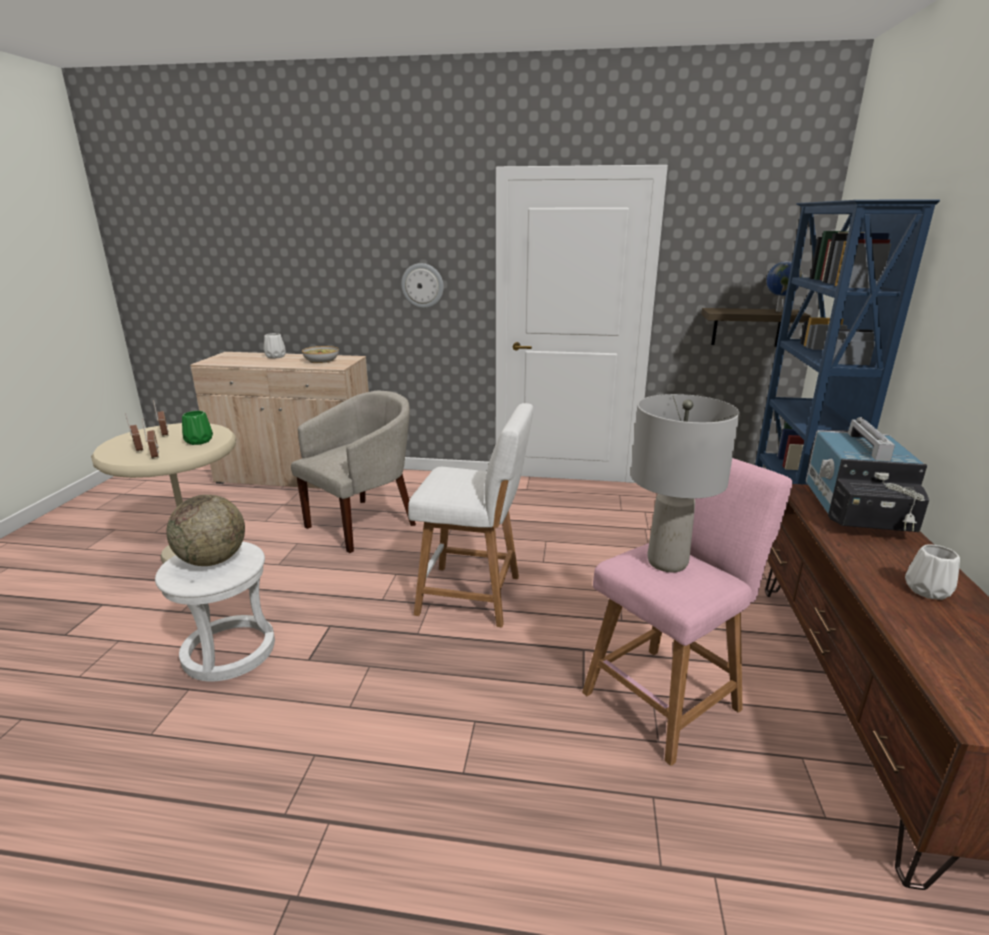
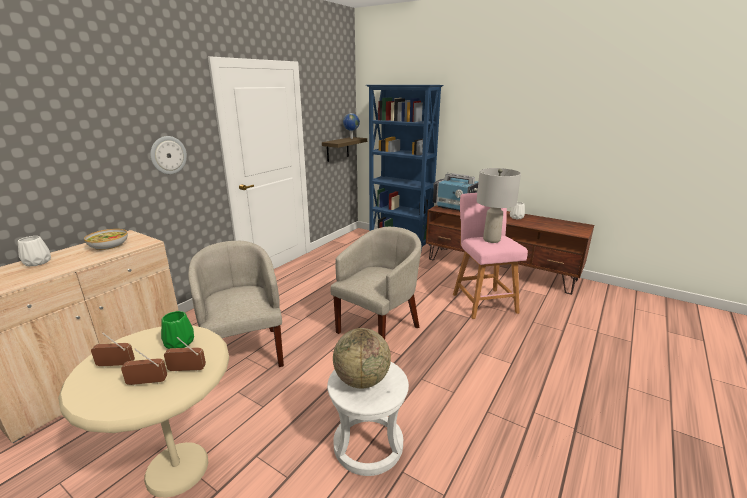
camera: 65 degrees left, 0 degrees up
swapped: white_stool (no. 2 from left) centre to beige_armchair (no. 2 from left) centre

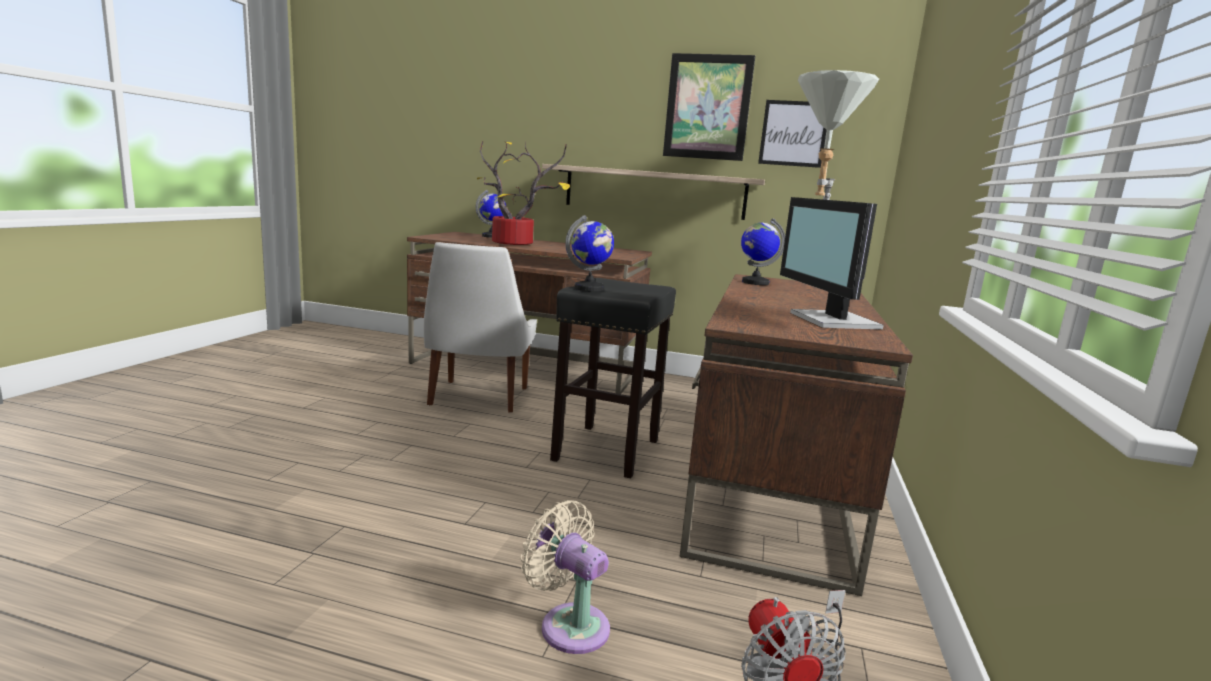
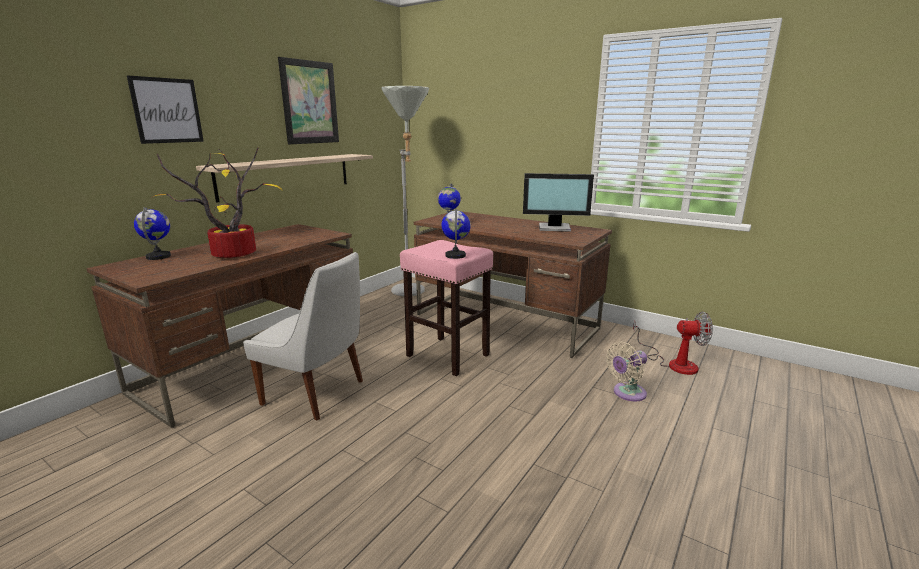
camera: 70 degrees left, 5 degrees up
shifted: picture (no. 2 from left in the first image) top centre to picture (no. 1 from left) top left
repainted: black_stool centre to pink_stool centre

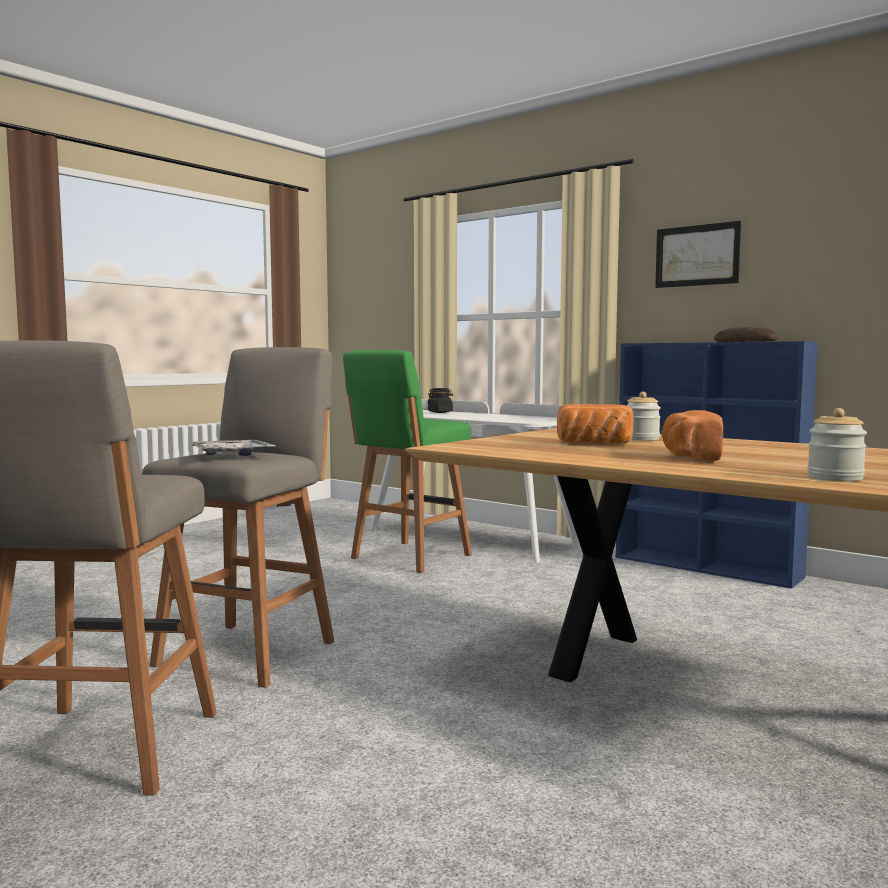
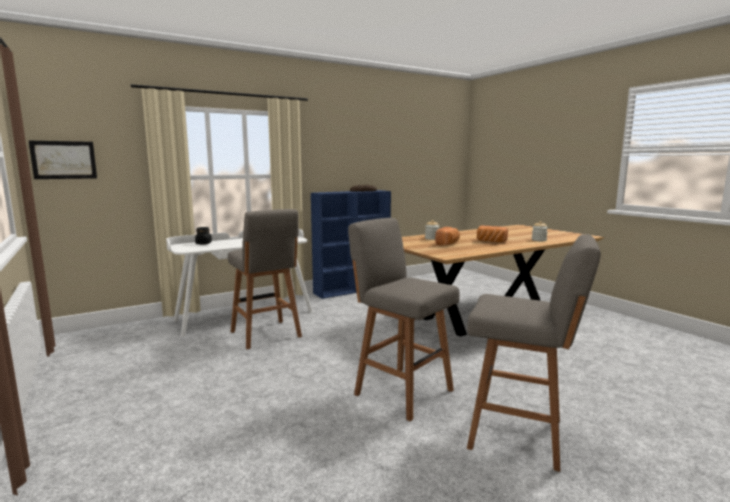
camera: 70 degrees left, 5 degrees up
gone: tray middle left
shifted: picture top right to top left
repainted: green_stool centre to grey_stool (no. 1 from left) centre

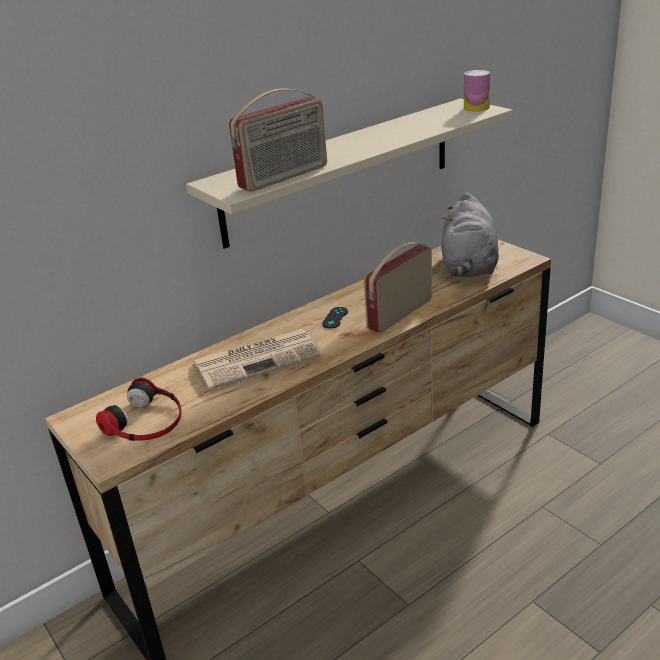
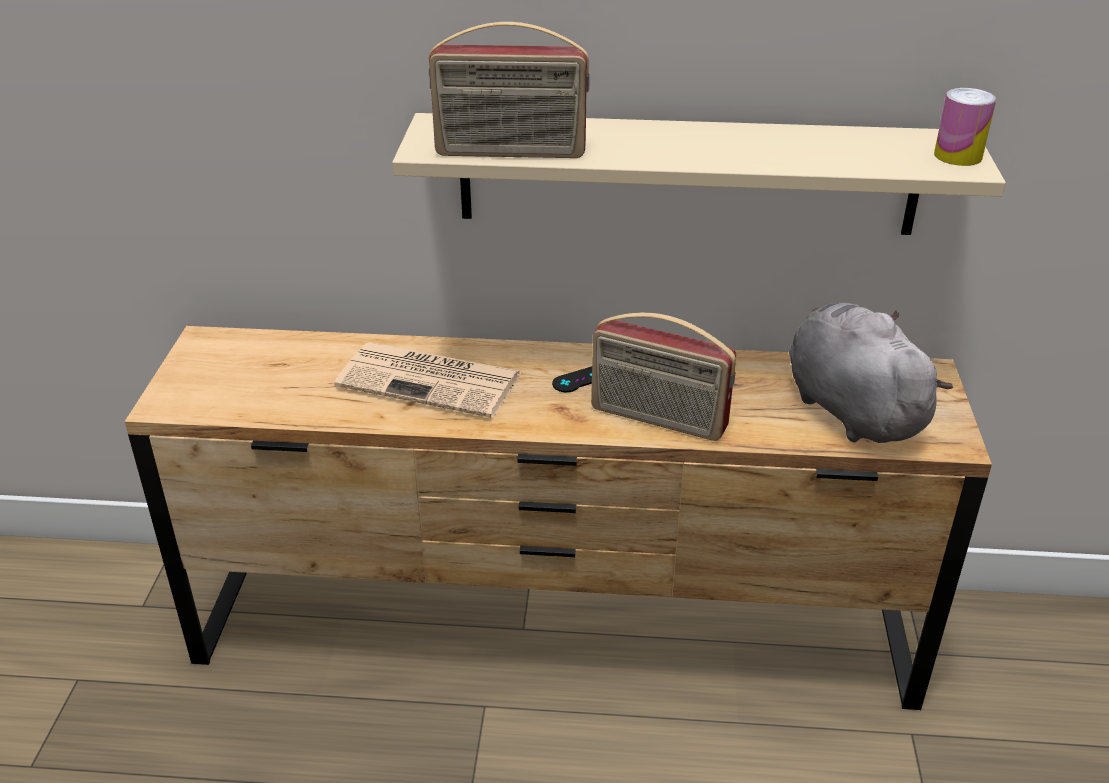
camera: 40 degrees right, 5 degrees up
gone: headphones middle left
rotated: radio (no. 2 from left) centre = centre 150 degrees counterclockwise; grey_plush_toy middle right = middle right 105 degrees clockwise

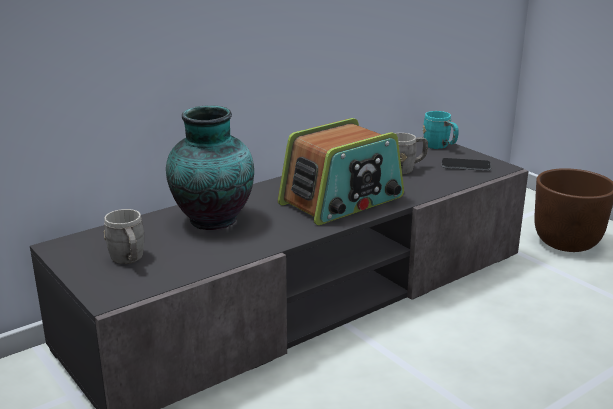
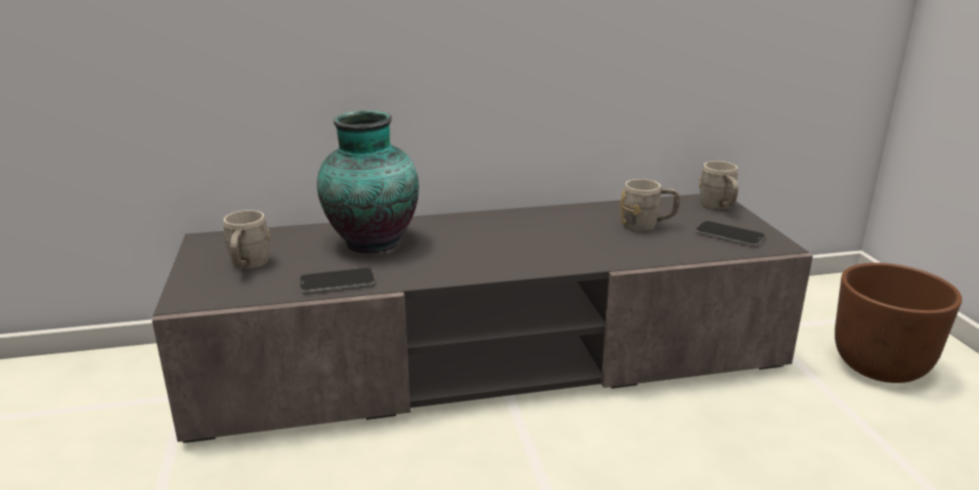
camera: 25 degrees right, 0 degrees up
gone: radio centre
new: phone (no. 1 from left) centre
repainted: turquoise_mug top right to grey_mug (no. 3 from left) middle right

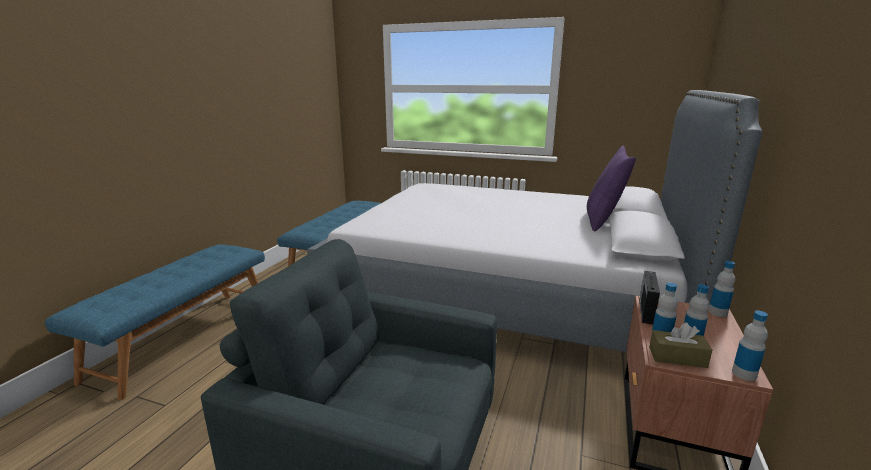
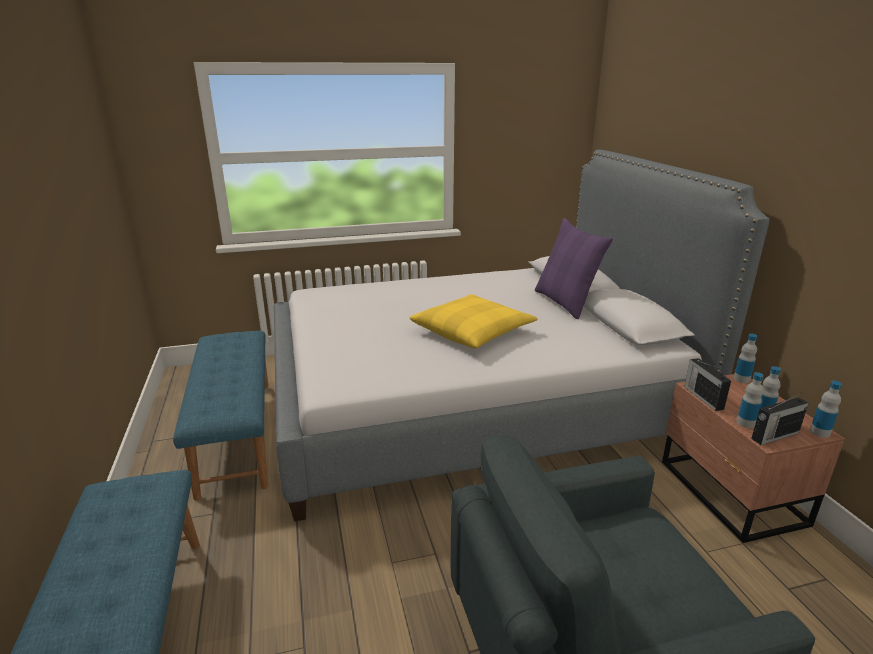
camera: 35 degrees left, 5 degrees up
new: yellow_pillow centre
swapped: brown_tissue_box bottom right to radio (no. 2 from left) middle right

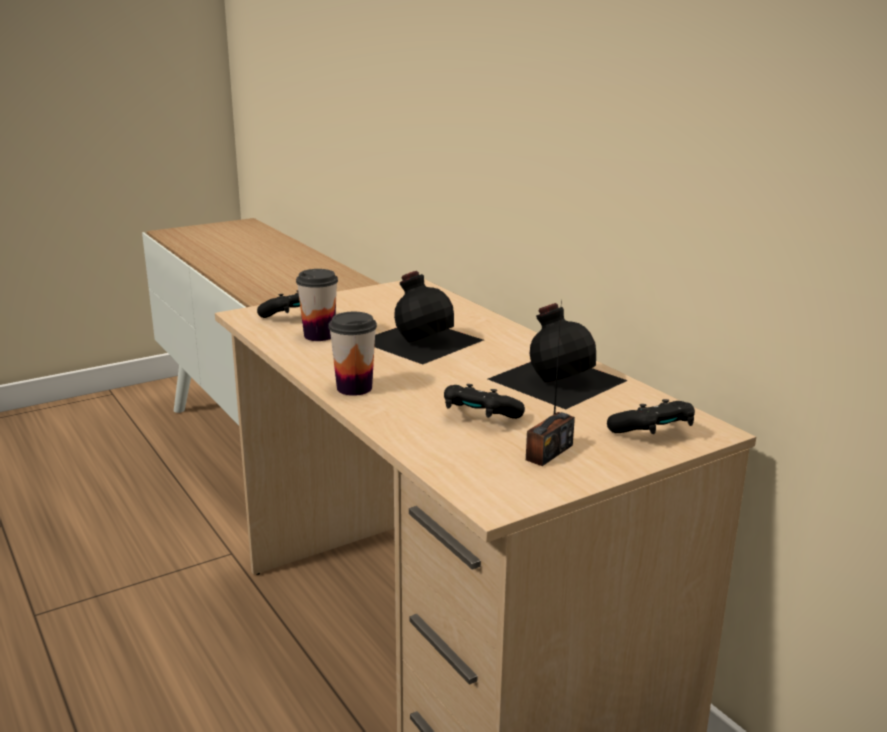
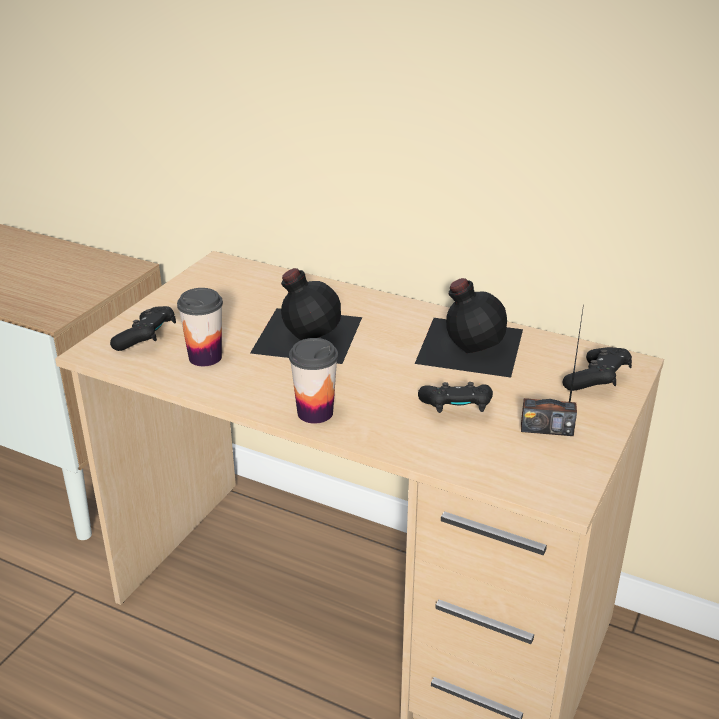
camera: 30 degrees left, 10 degrees up
rotated: radio centre = middle right 90 degrees clockwise

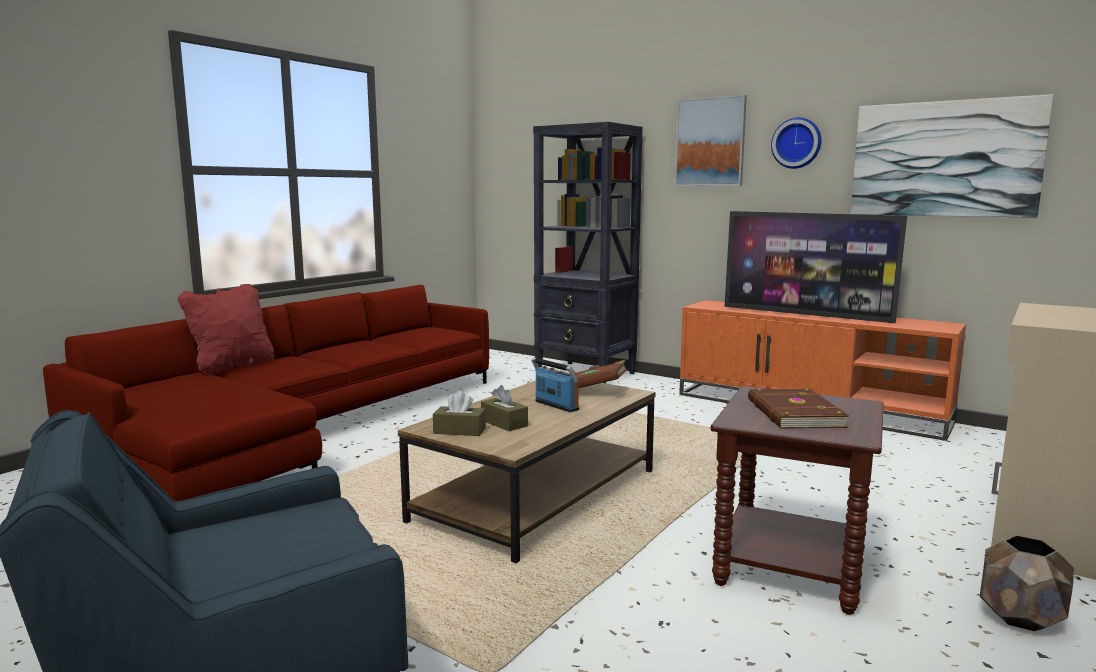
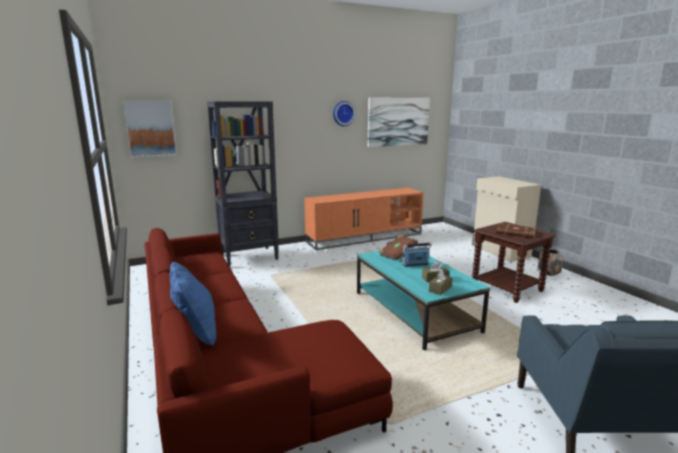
camera: 60 degrees left, 5 degrees up
gone: television middle right
shifted: picture (no. 1 from left) top centre to top left
repainted: red_pillow middle left to blue_pillow bottom left; brown_coffee_table bottom centre to turquoise_coffee_table centre

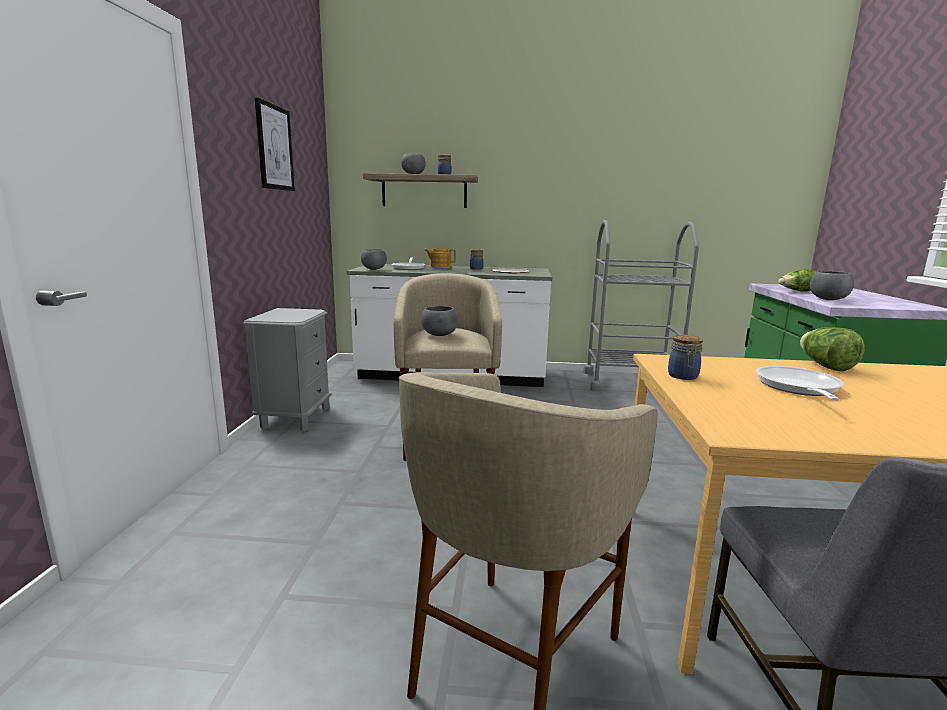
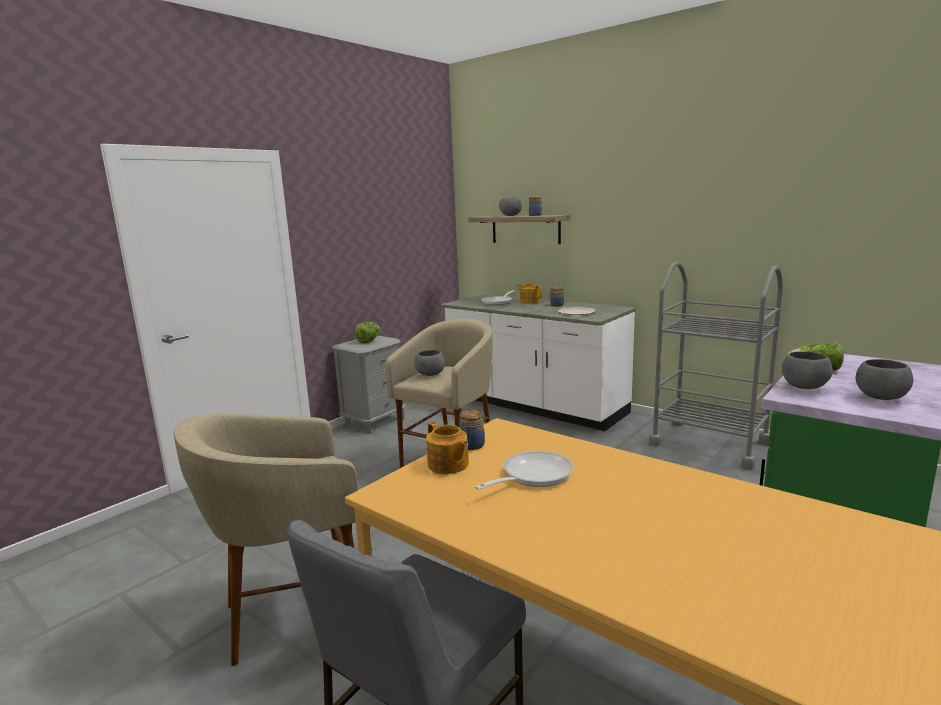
camera: 35 degrees right, 0 degrees up
gone: picture top left
new: teapot (no. 1 from left) centre
shifted: grey_bowl (no. 1 from left in the first image) centre to grey_bowl (no. 4 from left) middle right; lettuce (no. 2 from left in the first image) middle right to lettuce (no. 1 from left) centre

